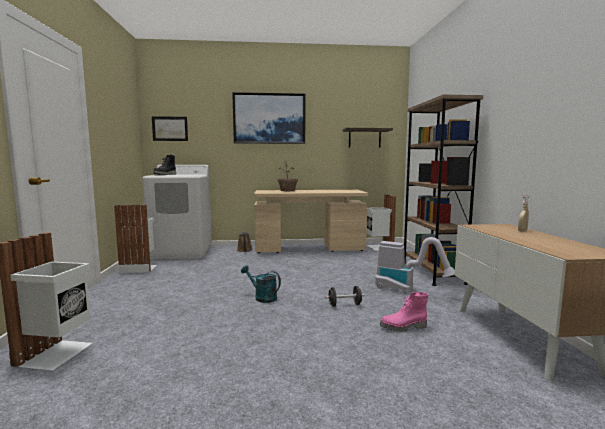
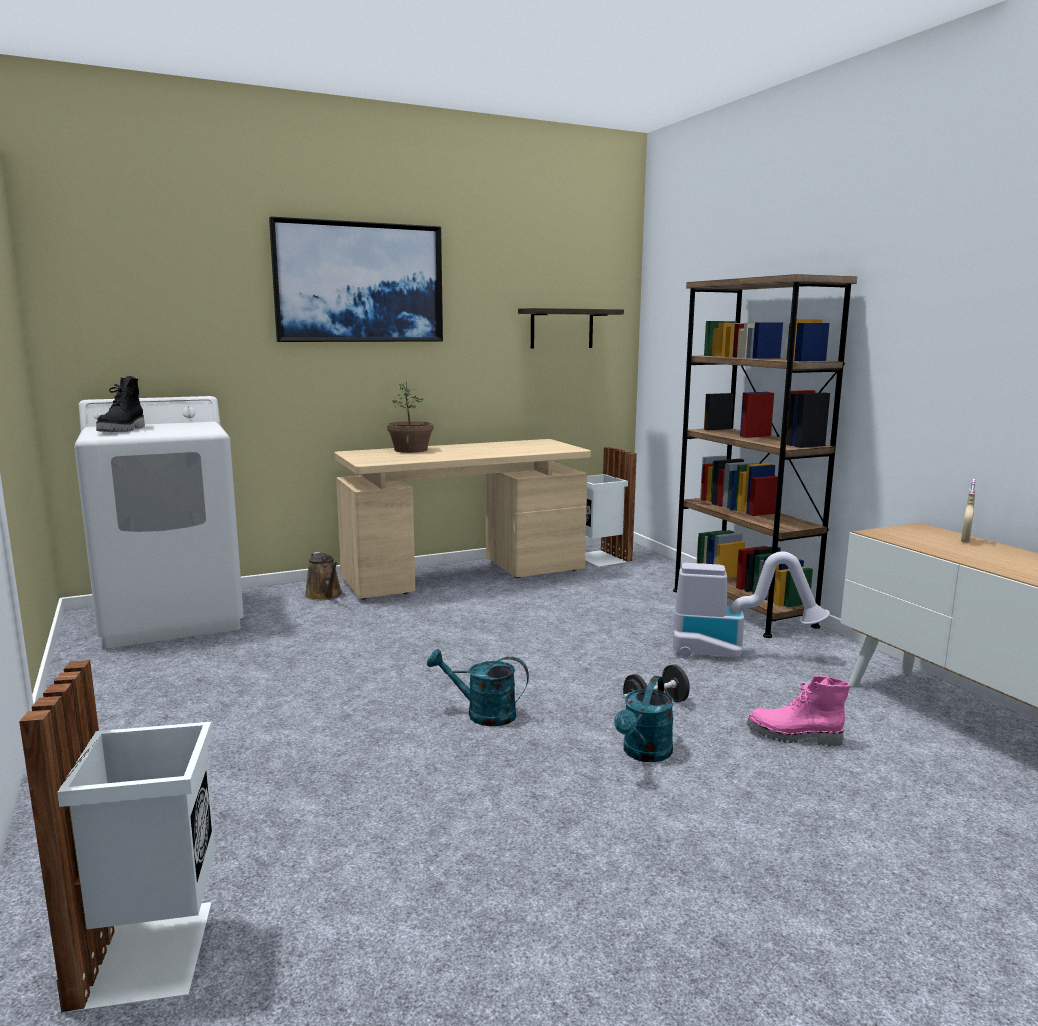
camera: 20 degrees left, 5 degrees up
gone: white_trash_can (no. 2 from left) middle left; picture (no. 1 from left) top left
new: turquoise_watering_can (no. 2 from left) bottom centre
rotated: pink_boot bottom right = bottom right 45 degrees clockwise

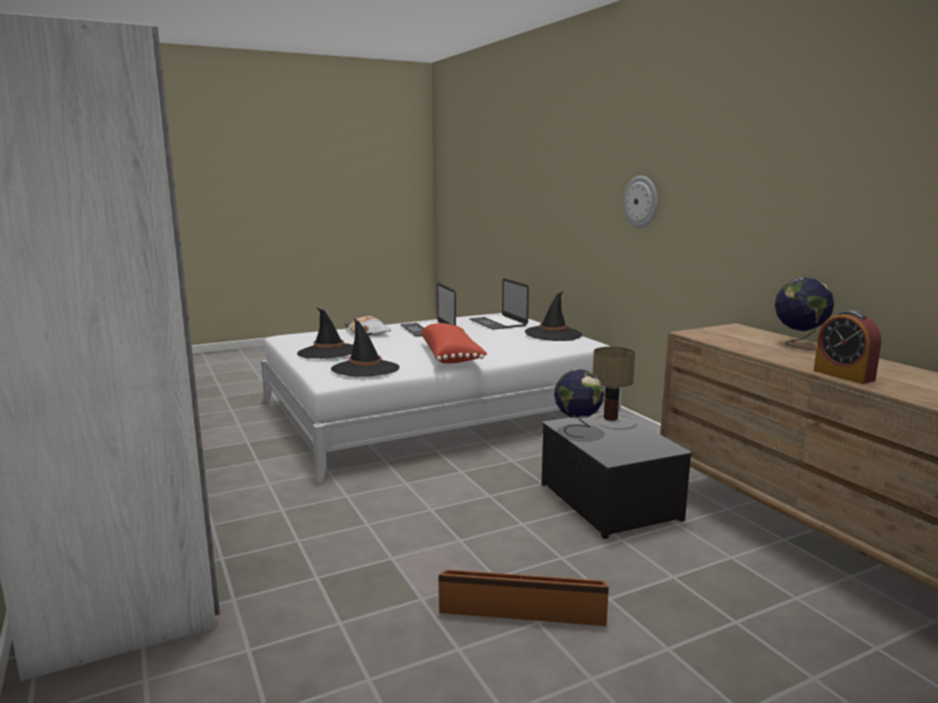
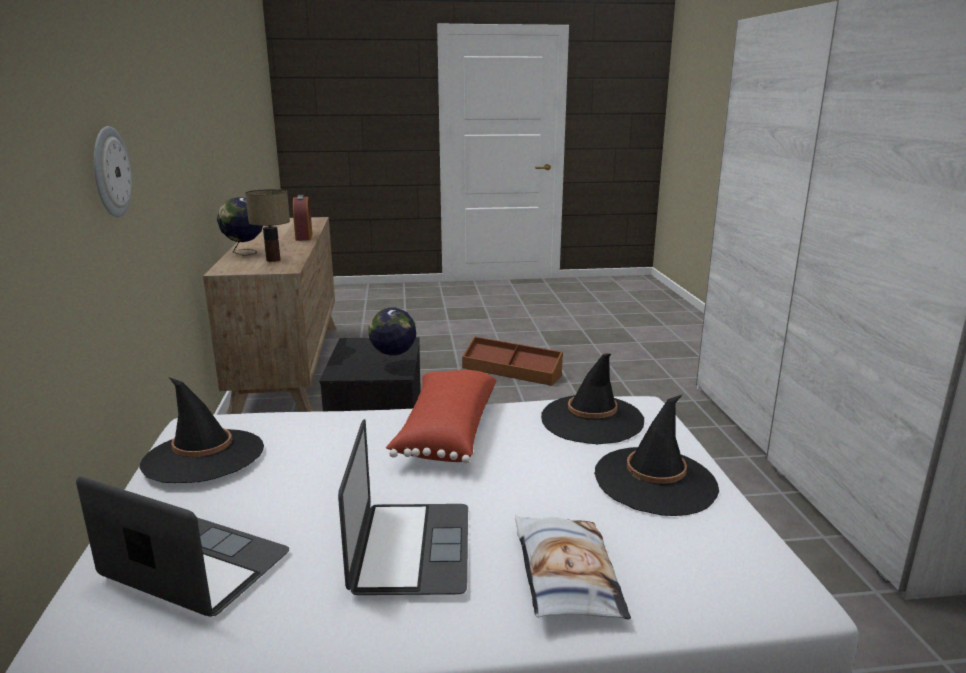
camera: 160 degrees left, 5 degrees up
shifted: table_lamp centre to middle left
rotated: laptop (no. 2 from left in the first image) centre = bottom left 60 degrees counterclockwise

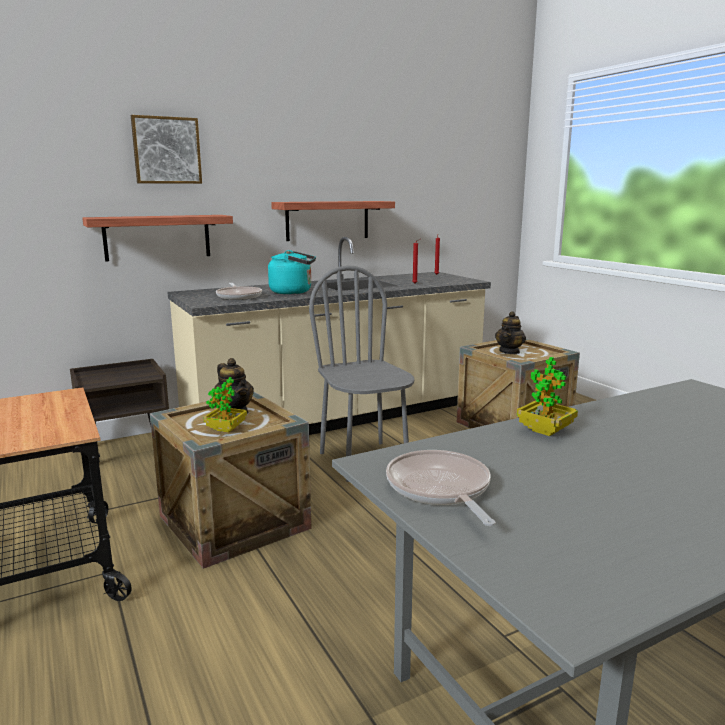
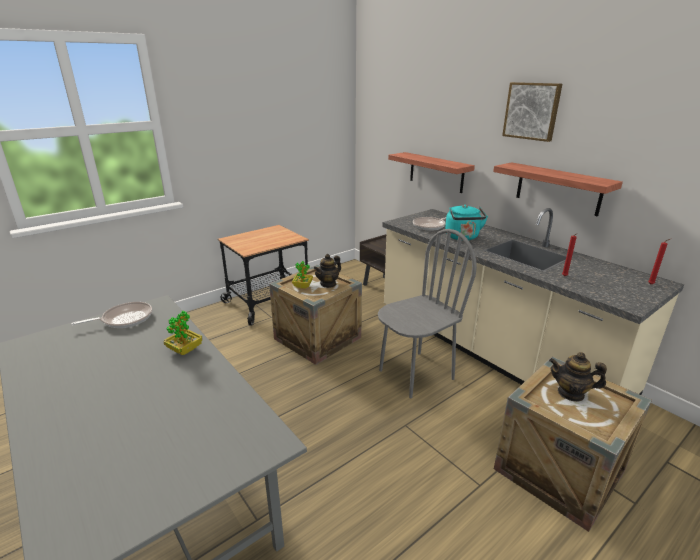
camera: 80 degrees right, 10 degrees up
shifted: picture top left to top right

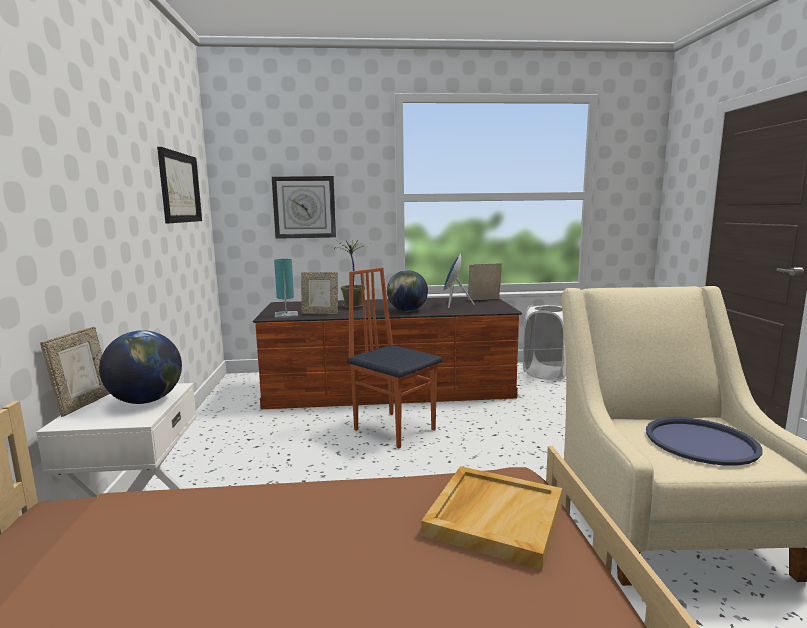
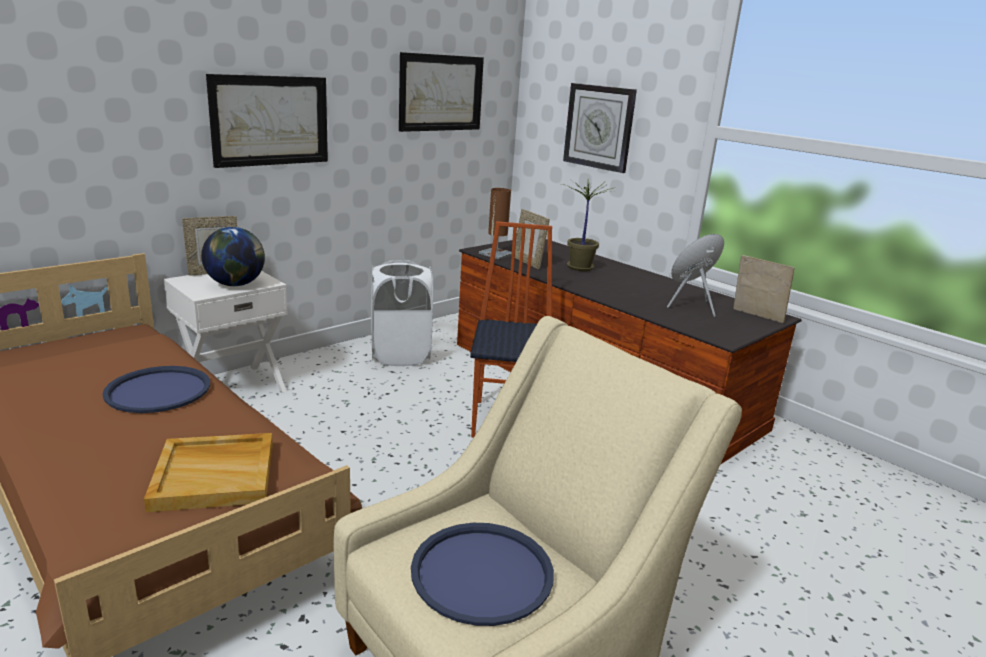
camera: 50 degrees right, 10 degrees up
gone: globe (no. 2 from left) centre
new: blue_tray (no. 1 from left) middle left; picture (no. 1 from left) top left
shifted: white_laundry_basket middle right to centre
repainted: turquoise_table_lamp centre to brown_table_lamp centre

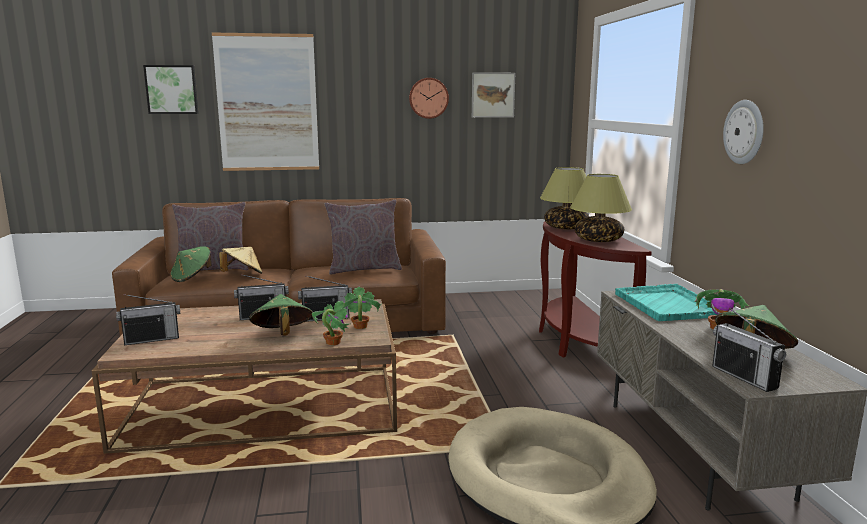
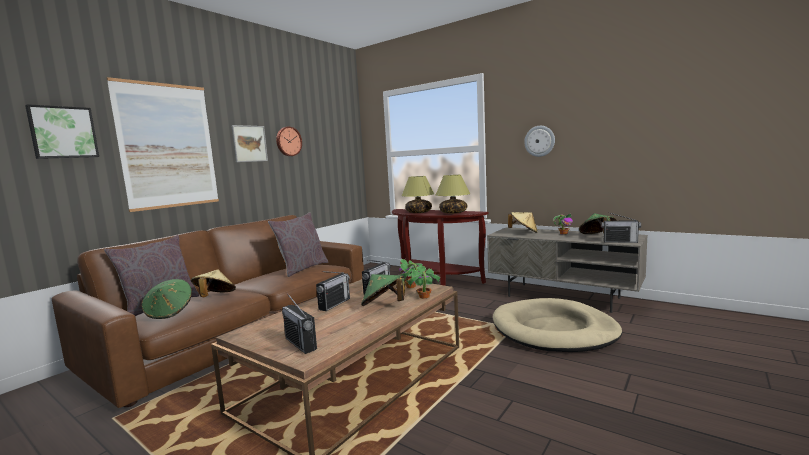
camera: 45 degrees left, 5 degrees down
shifted: picture (no. 3 from left) top centre to top left
swapped: turquoise_tray middle right to beige_hat (no. 2 from left) centre
rotated: radio (no. 1 from left) middle left = bottom centre 120 degrees clockwise

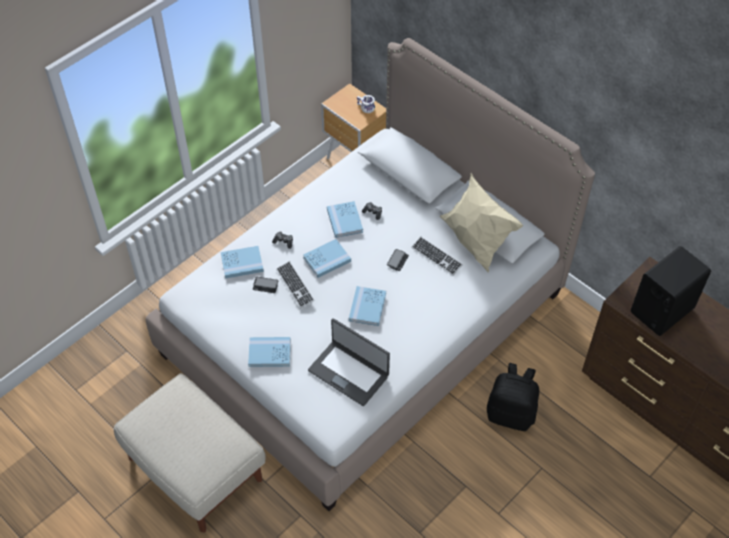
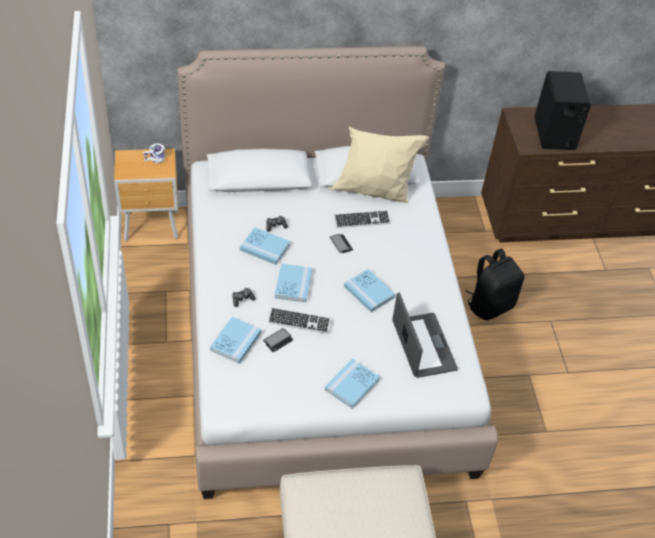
camera: 55 degrees left, 5 degrees down
rotated: laptop bottom centre = centre 90 degrees counterclockwise

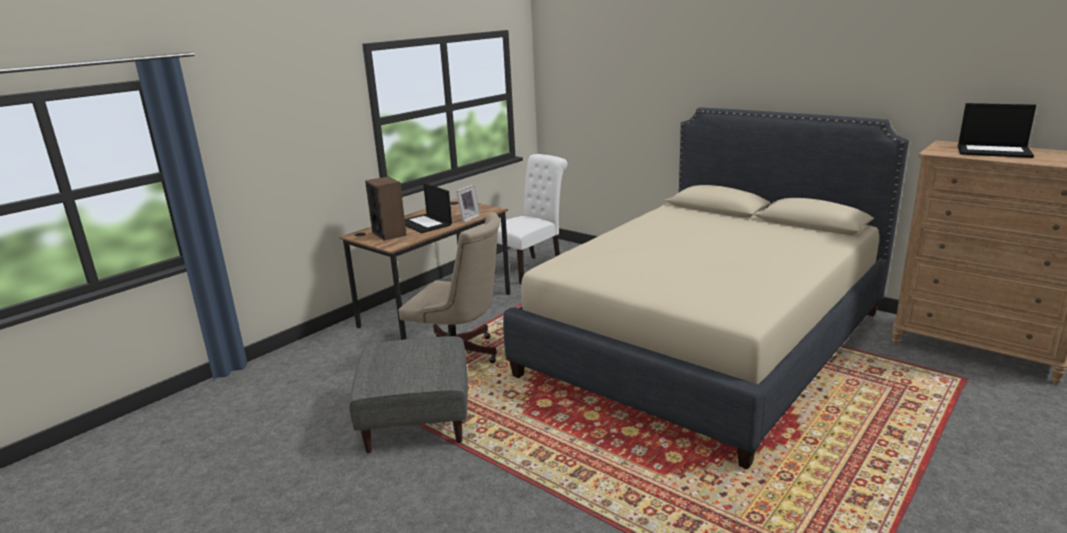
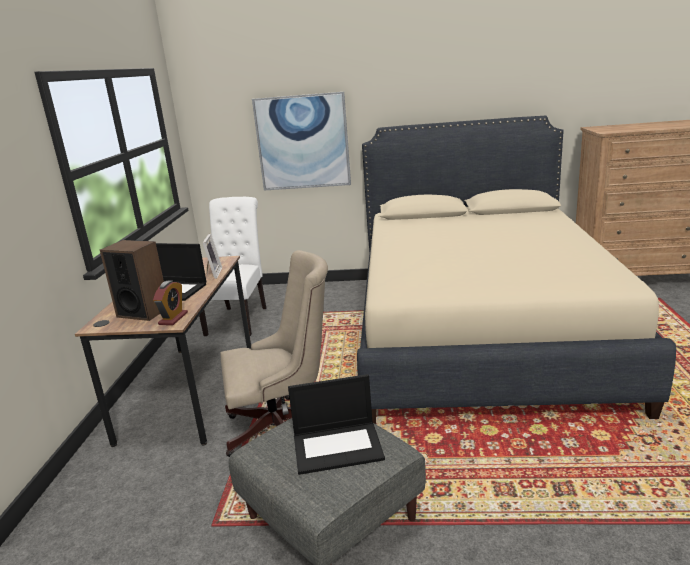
camera: 35 degrees left, 0 degrees up
new: alarm_clock middle left; picture top centre
shifted: laptop (no. 2 from left) top right to bottom centre

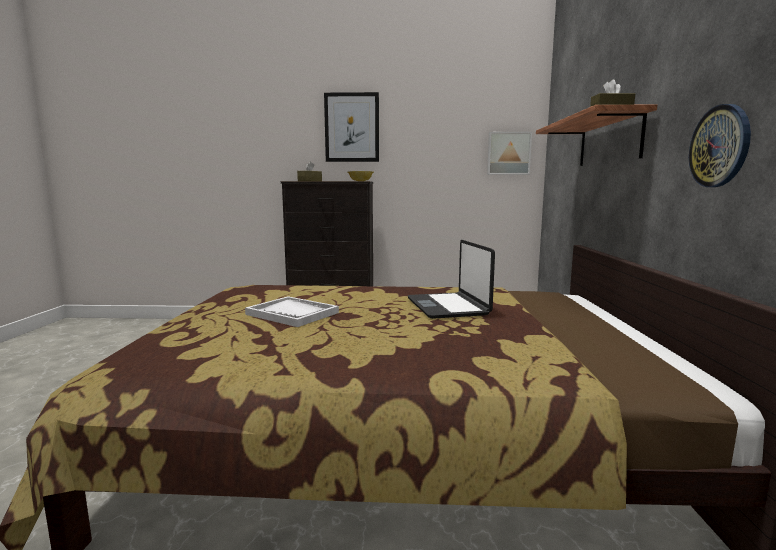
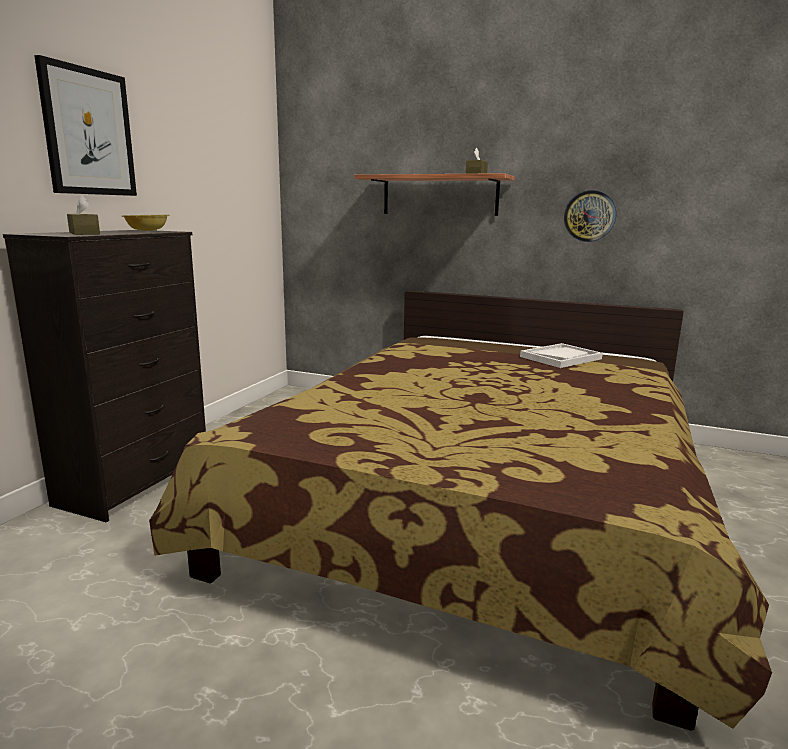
camera: 70 degrees left, 5 degrees up
gone: laptop centre; picture (no. 2 from left) top centre
shifted: white_tray centre to middle right

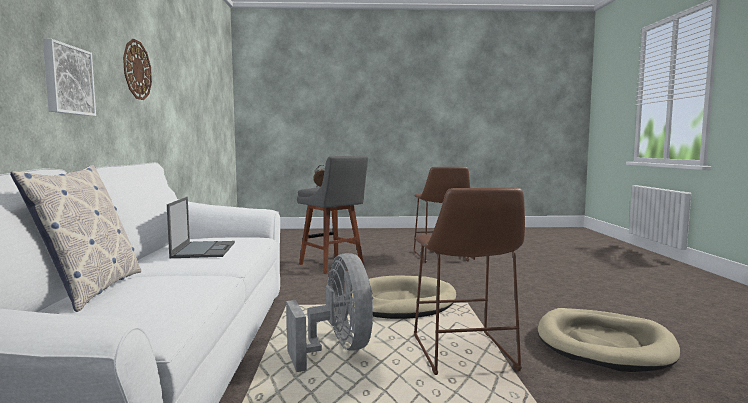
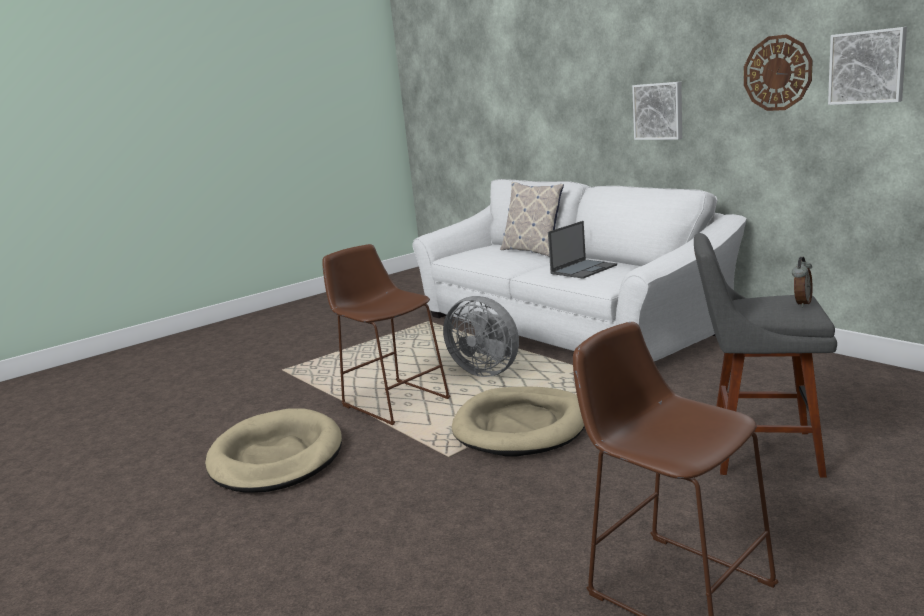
camera: 145 degrees right, 10 degrees up
new: picture (no. 2 from left) top right
rotated: laptop middle left = centre 90 degrees counterclockwise

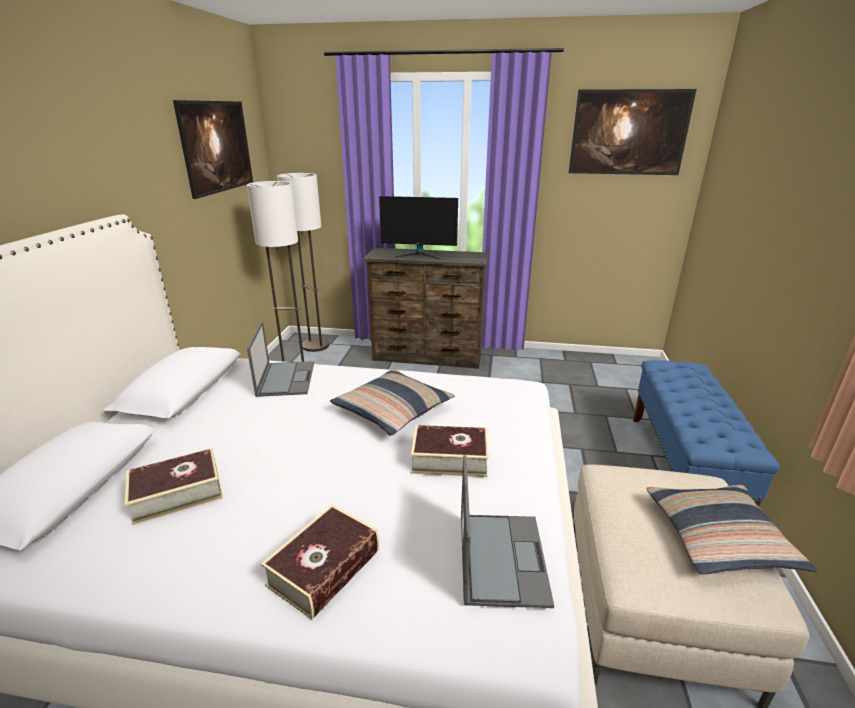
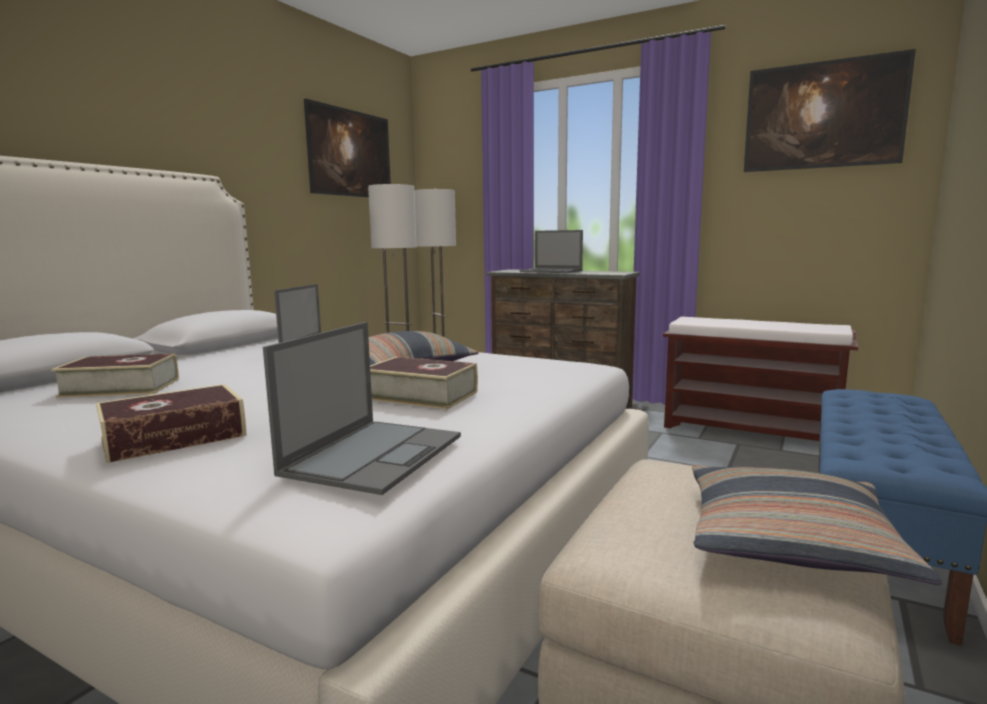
camera: 20 degrees right, 15 degrees down
new: brown_bench middle right
swapped: monitor top centre to laptop (no. 3 from left) centre

